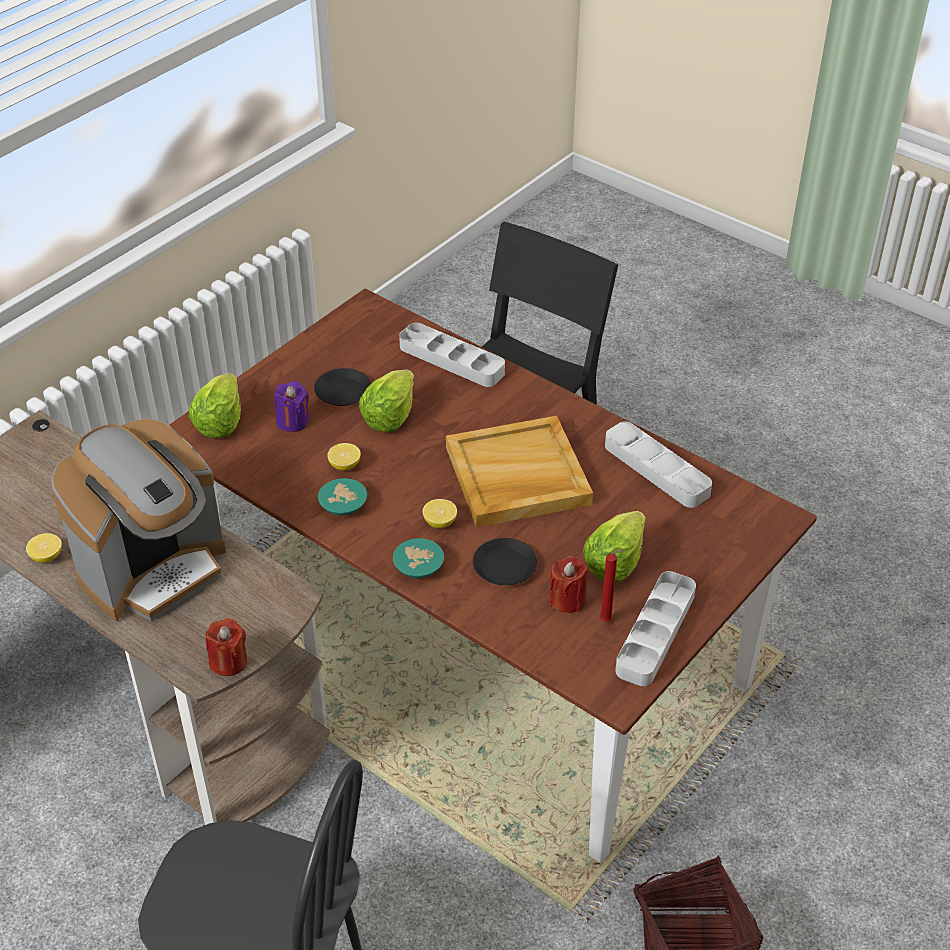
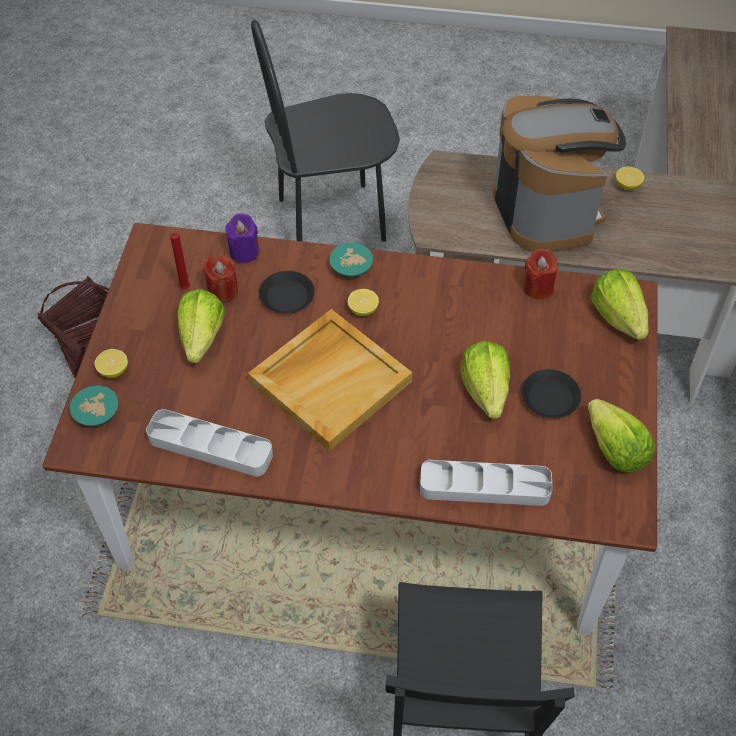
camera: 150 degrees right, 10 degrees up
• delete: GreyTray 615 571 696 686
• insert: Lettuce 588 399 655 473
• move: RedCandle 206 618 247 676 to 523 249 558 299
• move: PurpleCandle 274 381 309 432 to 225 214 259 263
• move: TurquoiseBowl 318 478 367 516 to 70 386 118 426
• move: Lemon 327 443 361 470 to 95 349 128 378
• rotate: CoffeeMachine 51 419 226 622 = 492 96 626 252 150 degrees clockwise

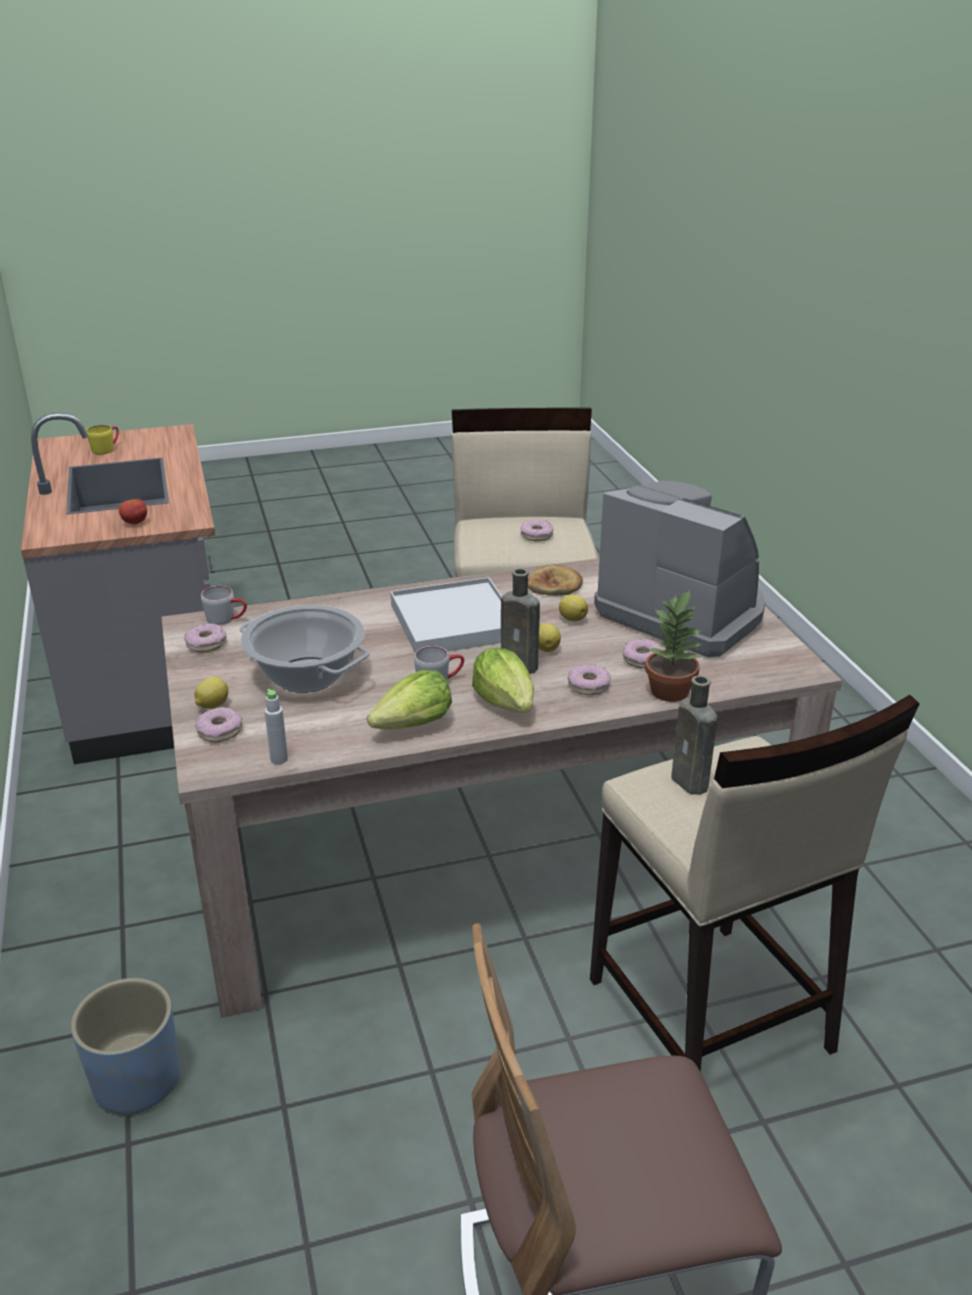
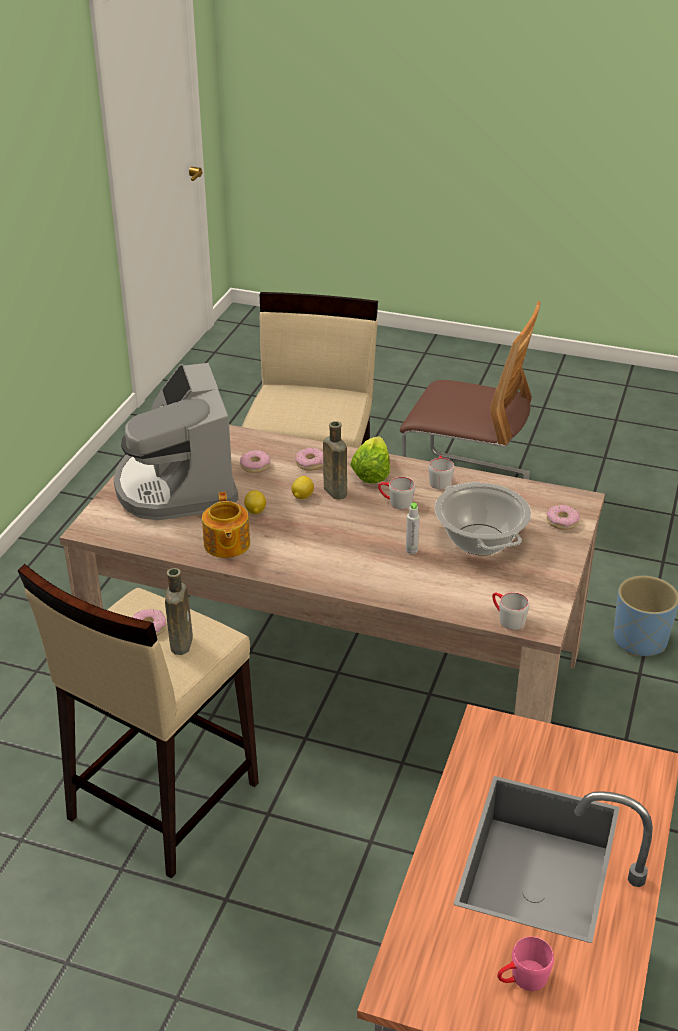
camera: 145 degrees left, 5 degrees up
• delete: Tomato 119 499 147 524
• delete: Donut 184 623 227 652
• delete: Lemon 194 677 228 709
• delete: WhiteTray 391 577 502 653
• delete: PottedPlant 645 590 702 702
• move: GreyBottle 265 689 288 764 to 406 503 420 554
• move: BrownBottle 671 676 718 795 to 165 568 193 655
• replace: Lettuce 367 670 452 729 to GreyMug 429 456 454 490
• replace: Bread 528 565 583 596 to Teapot 202 492 250 558
• recolor: YellowMug 86 425 119 454 to PinkMug 497 936 554 991

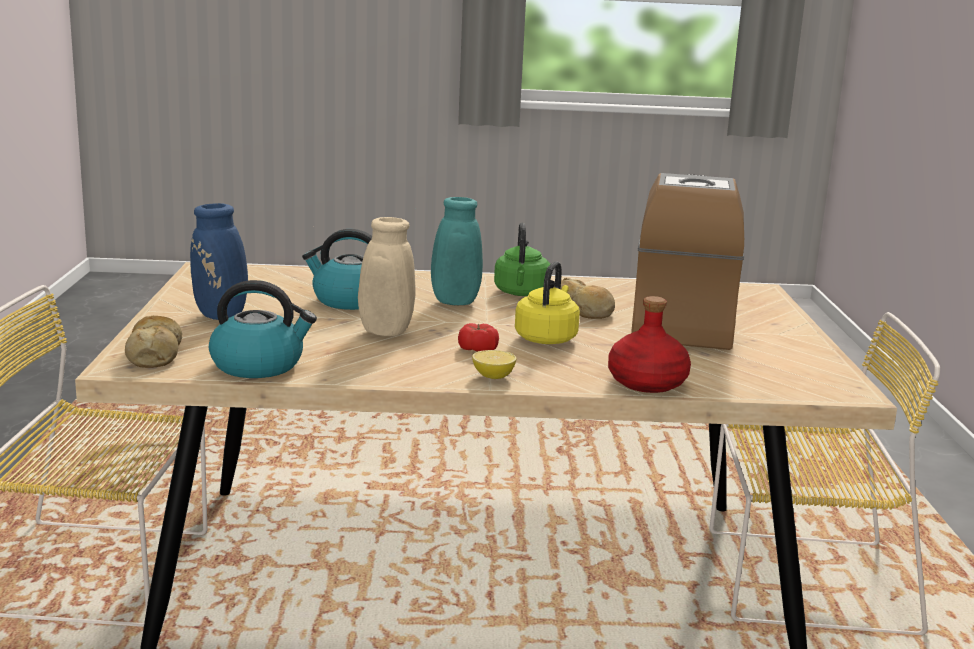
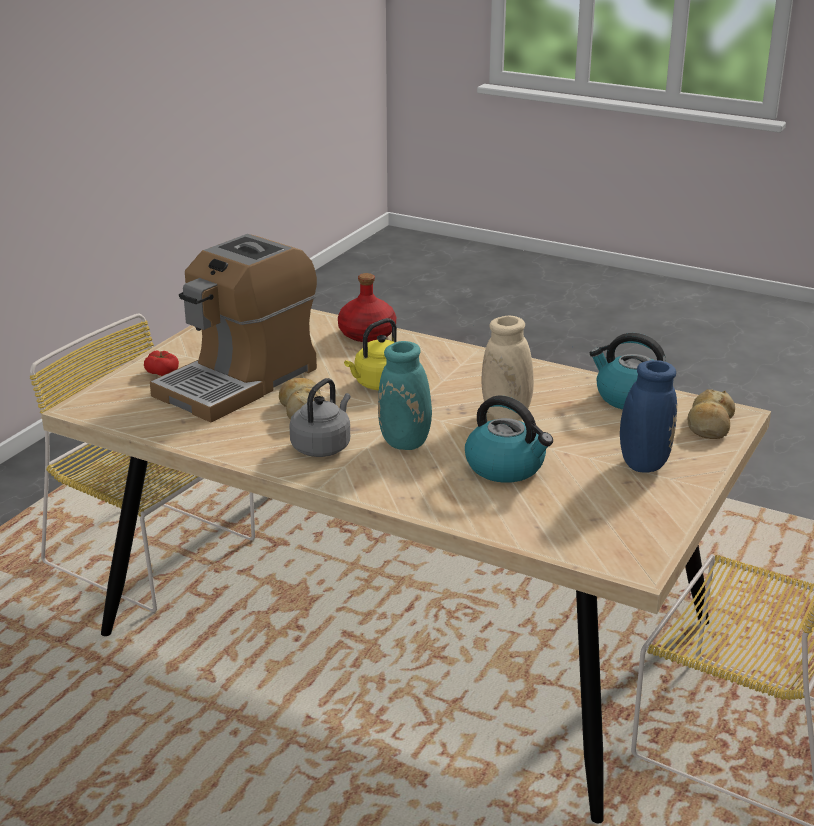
camera: 150 degrees left, 10 degrees up
• delete: Lemon 472 350 516 379
• move: Tomato 458 323 499 352 to 144 350 179 376
• recolor: GreenKettle 494 223 550 296 to GreyKettle 289 378 351 457

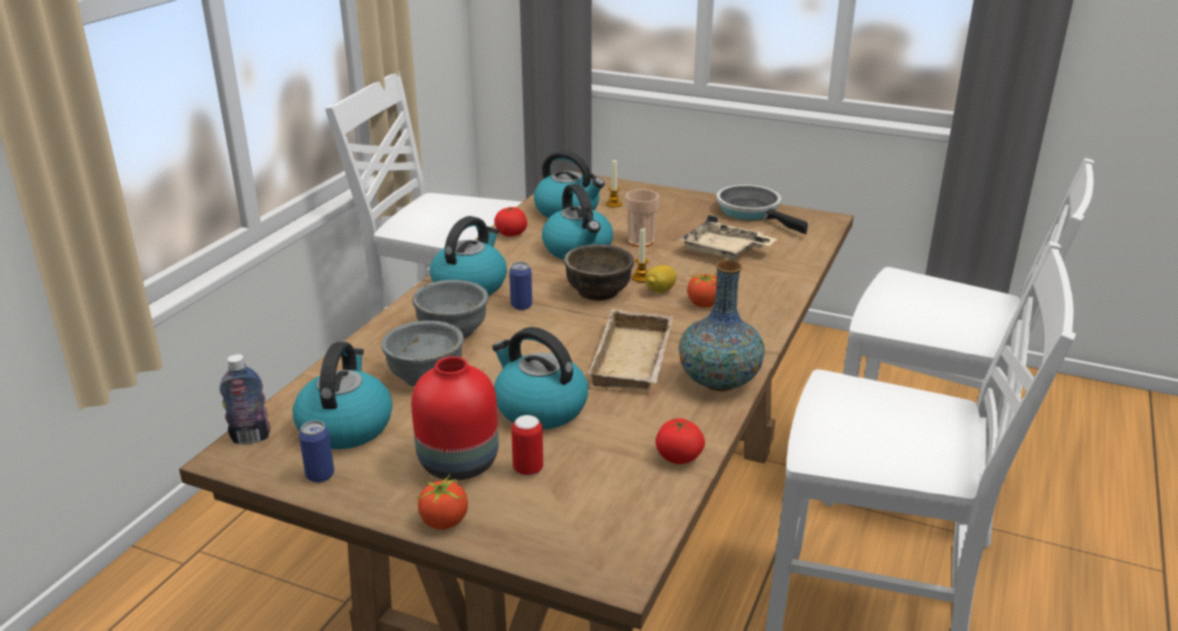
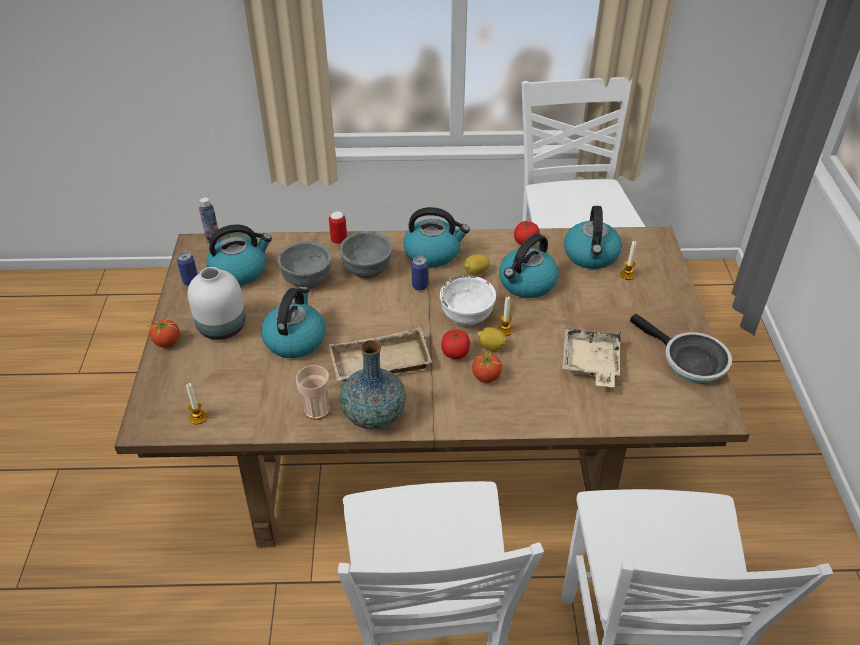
camera: 65 degrees right, 15 degrees up
• insert: Candle 186 383 207 424
• insert: Lemon 464 254 490 275
• move: Can 511 415 543 476 to 329 211 347 244
• move: Cup 626 189 659 247 to 296 365 330 420
• move: Tomato 656 418 705 464 to 441 330 470 359
• recolor: RedVase 411 356 499 480 to WhiteVase 188 267 246 340
• recolor: BrownBowl 564 244 634 301 to WhiteBowl 440 276 496 326
• rotate: FryingPan 716 185 808 234 = 630 314 732 384 105 degrees clockwise

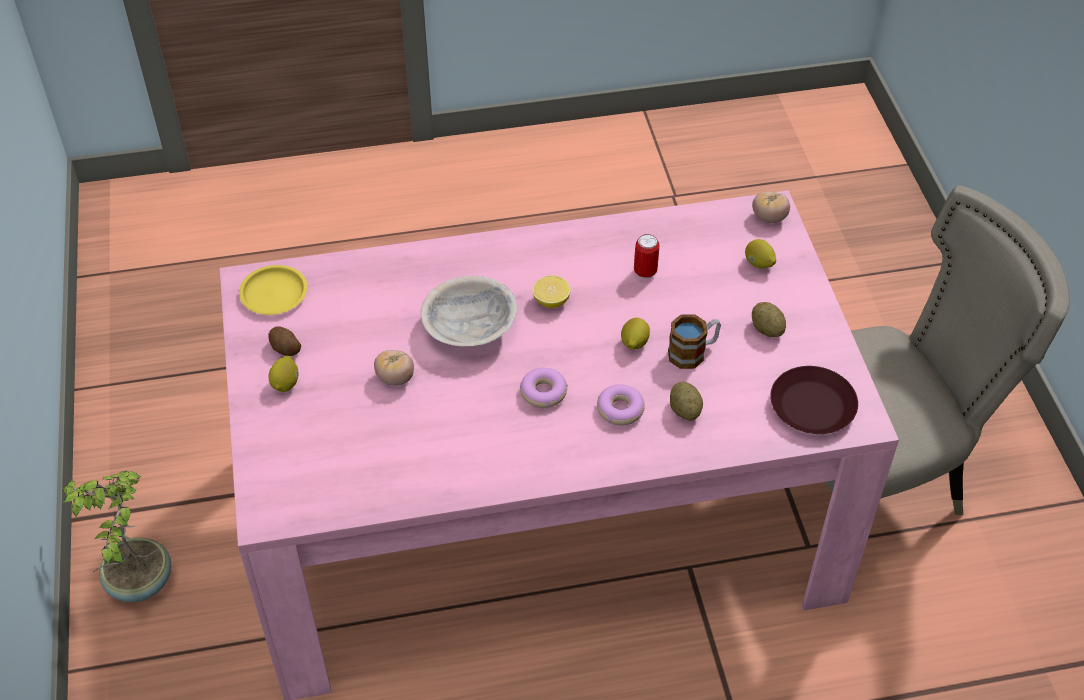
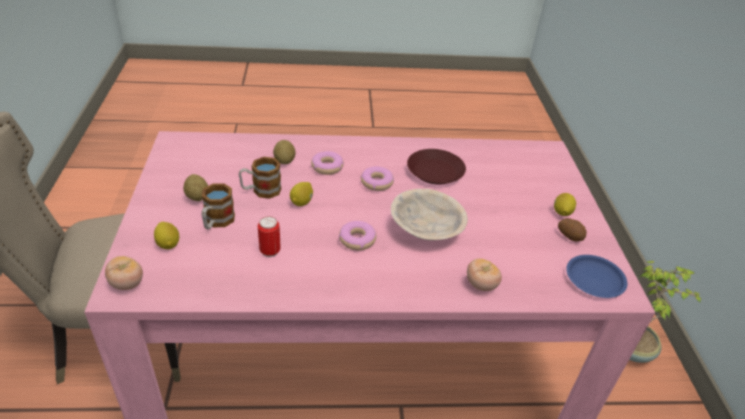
camera: 175 degrees left, 10 degrees down
• insert: Mug 202 183 235 229
• move: Tomato 374 350 414 386 to 467 259 502 291
• move: BrownPlate 770 366 858 434 to 407 149 466 185
• replace: Lemon 532 275 571 308 to Donut 339 221 376 250
• recolor: YellowPlate 239 265 307 315 to BluePlate 566 255 627 298

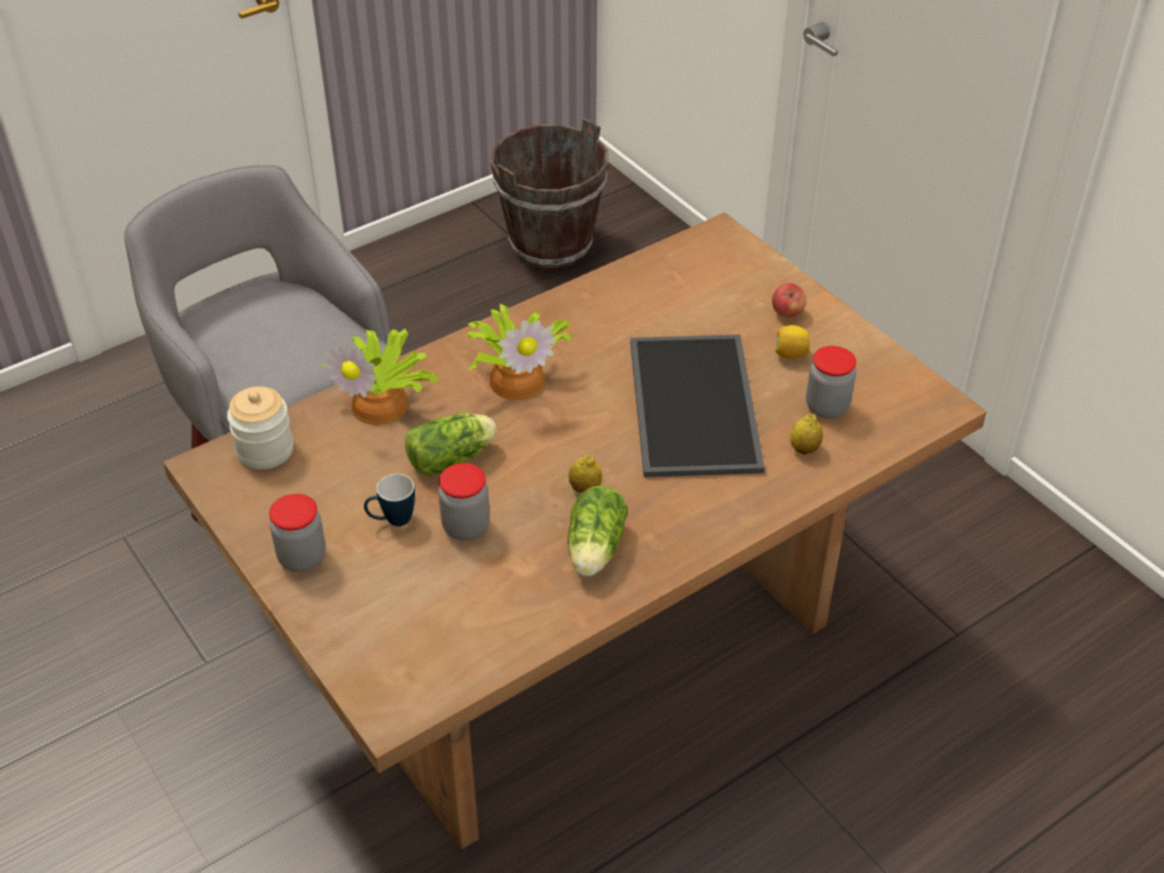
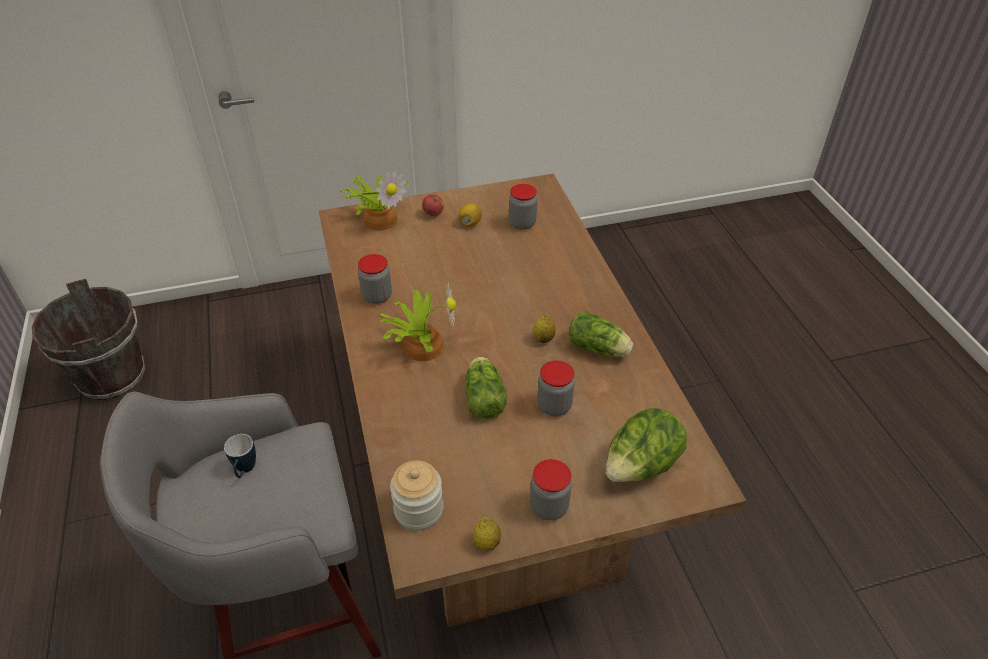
camera: 70 degrees left, 0 degrees up
• delete: Tray 630 335 765 477
• insert: Jar 358 254 392 304
• insert: Lettuce 606 408 687 482
• move: PottedPlant 320 329 439 425 to 340 171 408 230
• move: Mug 364 474 415 526 to 224 434 256 478
• move: Lemon 790 414 823 455 to 473 517 501 551

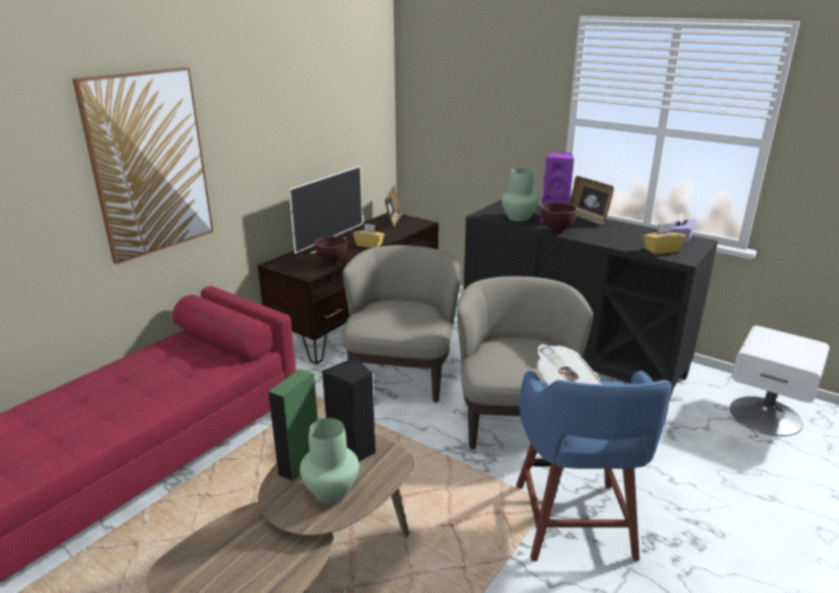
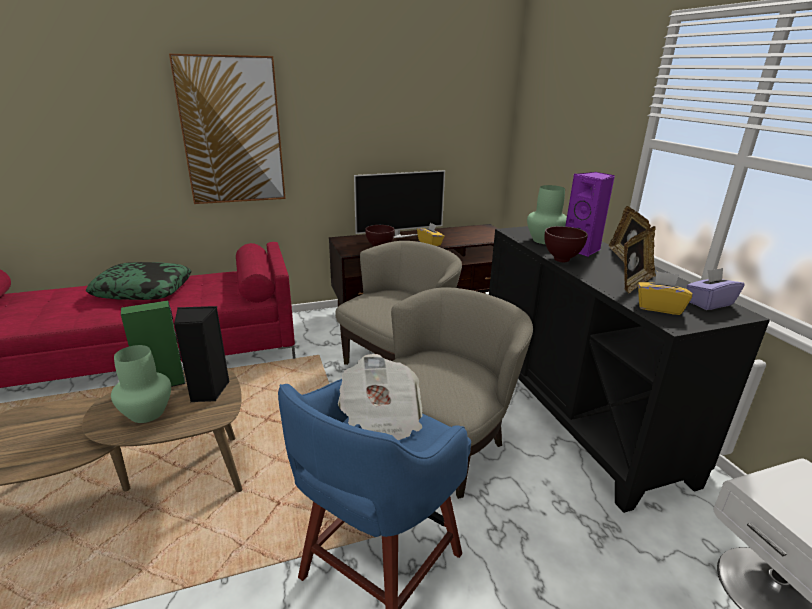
camera: 35 degrees right, 0 degrees up
• insert: Pillow 86 262 191 300
• move: PictureFrame 385 186 402 227 to 624 226 656 293

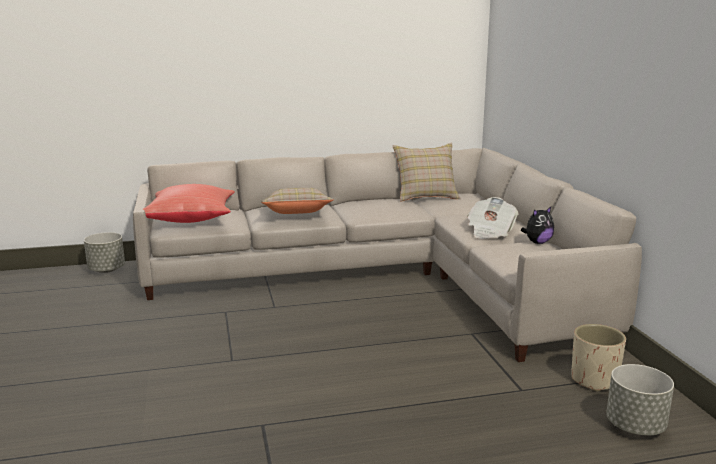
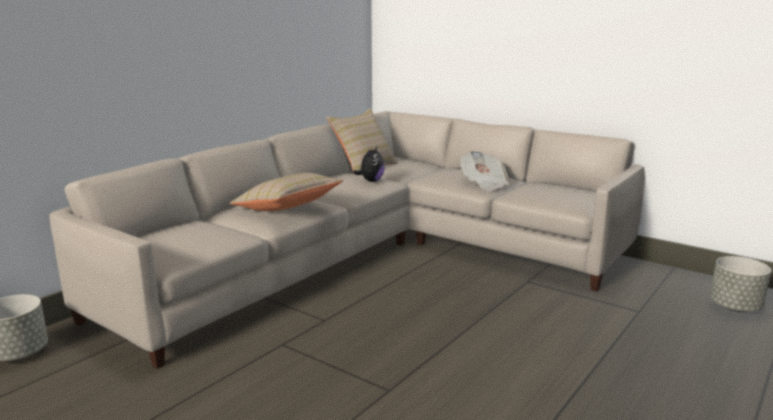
camera: 40 degrees left, 0 degrees up
• delete: RedPillow 142 184 235 223
• delete: BeigePlanter 571 324 626 392
• move: PlushToy 521 207 554 244 to 353 147 385 182

